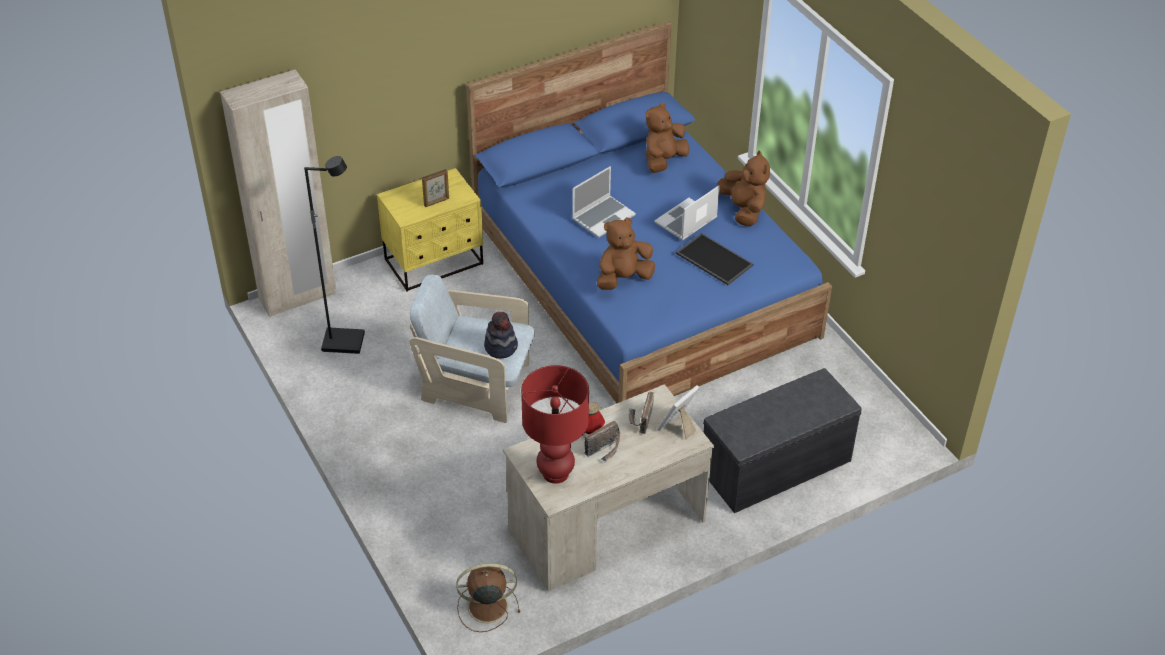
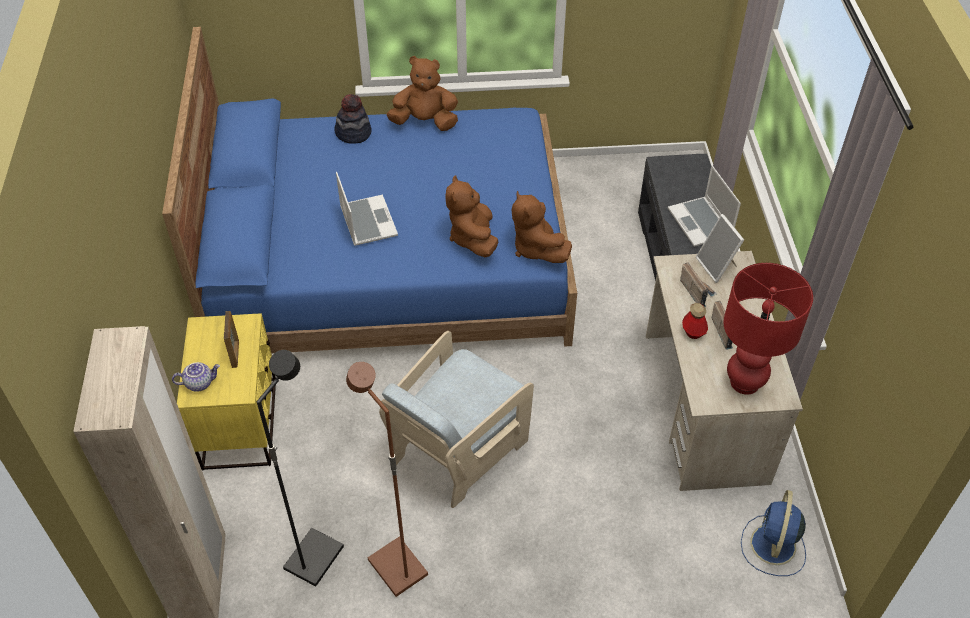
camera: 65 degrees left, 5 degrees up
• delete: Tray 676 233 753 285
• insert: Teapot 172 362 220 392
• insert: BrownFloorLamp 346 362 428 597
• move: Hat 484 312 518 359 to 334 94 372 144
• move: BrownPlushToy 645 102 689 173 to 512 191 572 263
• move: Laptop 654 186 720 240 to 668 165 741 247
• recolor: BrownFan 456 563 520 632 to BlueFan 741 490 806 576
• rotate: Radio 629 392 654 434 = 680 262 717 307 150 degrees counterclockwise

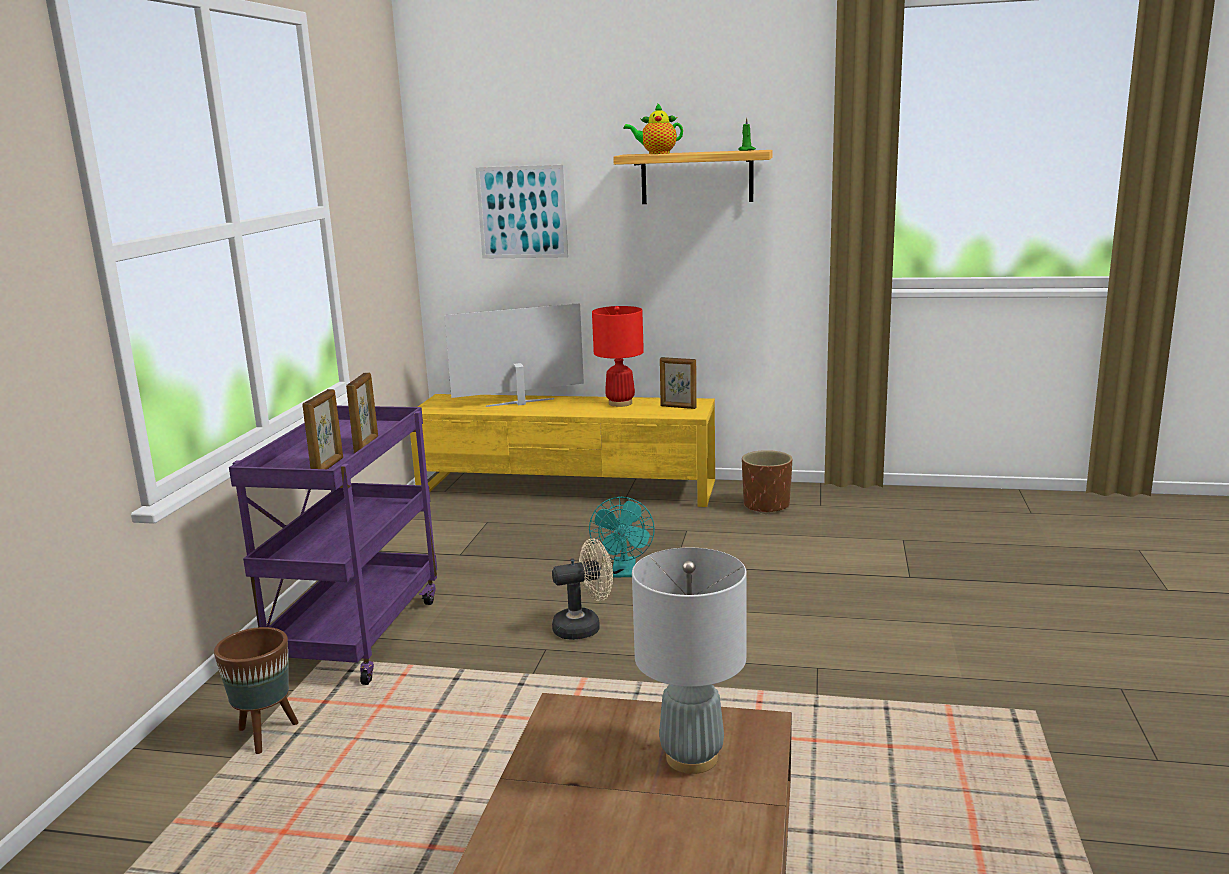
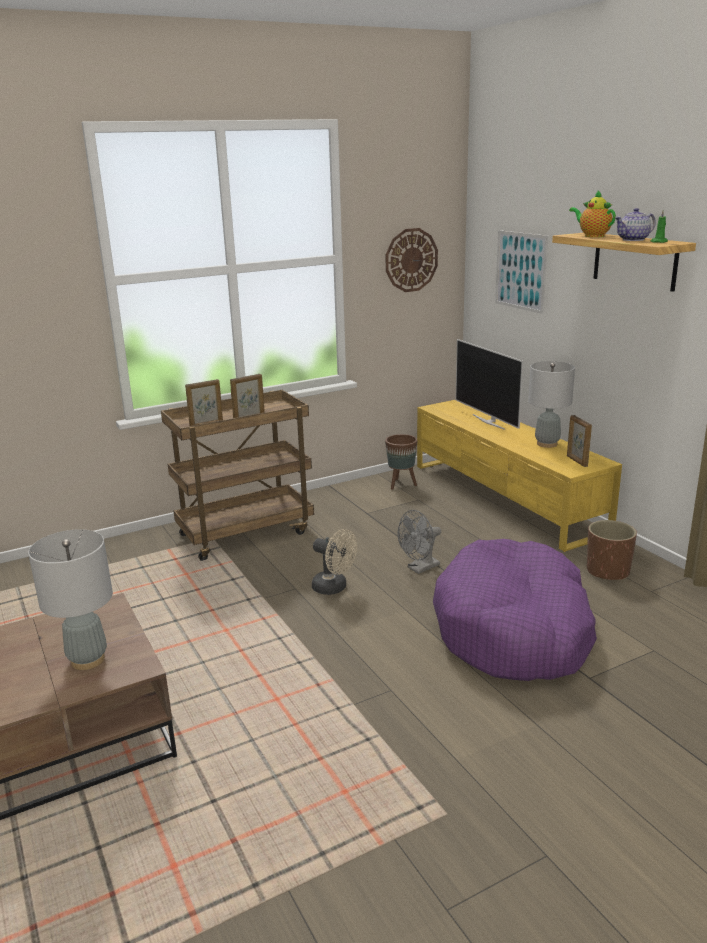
camera: 50 degrees right, 5 degrees up
• insert: WallClock 386 228 438 292
• insert: PurpleDogBed 433 539 597 681
• insert: Teapot 615 208 656 241
• move: BrownPlanter 214 627 299 754 to 385 434 418 490
• recolor: PurpleCart 229 406 437 685 to BrownCart 161 390 314 561
• recolor: TurquoiseFan 589 497 655 577 to GreyFan 398 510 441 574
• recolor: RedTableLamp 592 306 644 407 to GreyTableLamp 528 361 575 448
• rotate: Television 444 303 584 407 = 456 339 523 430 150 degrees counterclockwise

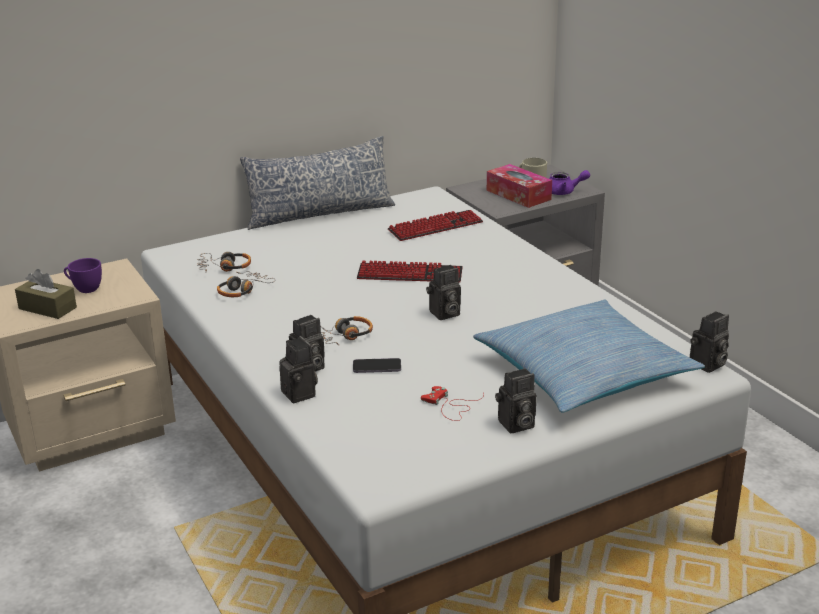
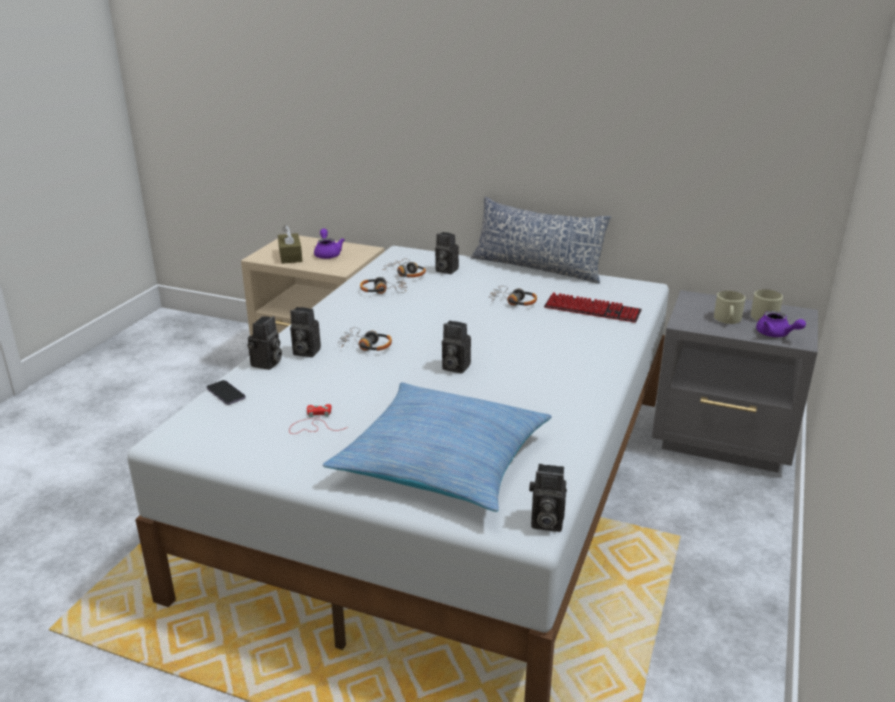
camera: 50 degrees right, 0 degrees up
• delete: Keyboard 357 260 463 282
• insert: Headphones 489 286 537 306
• move: Phone 353 358 401 373 to 207 380 246 405
• move: PhotoCamera 495 368 537 433 to 435 232 459 274
• replace: PurpleCup 64 258 102 293 to PurpleTeapot 314 229 345 259
• replace: TissueBox 487 164 552 208 to BeigeMug 714 291 746 324

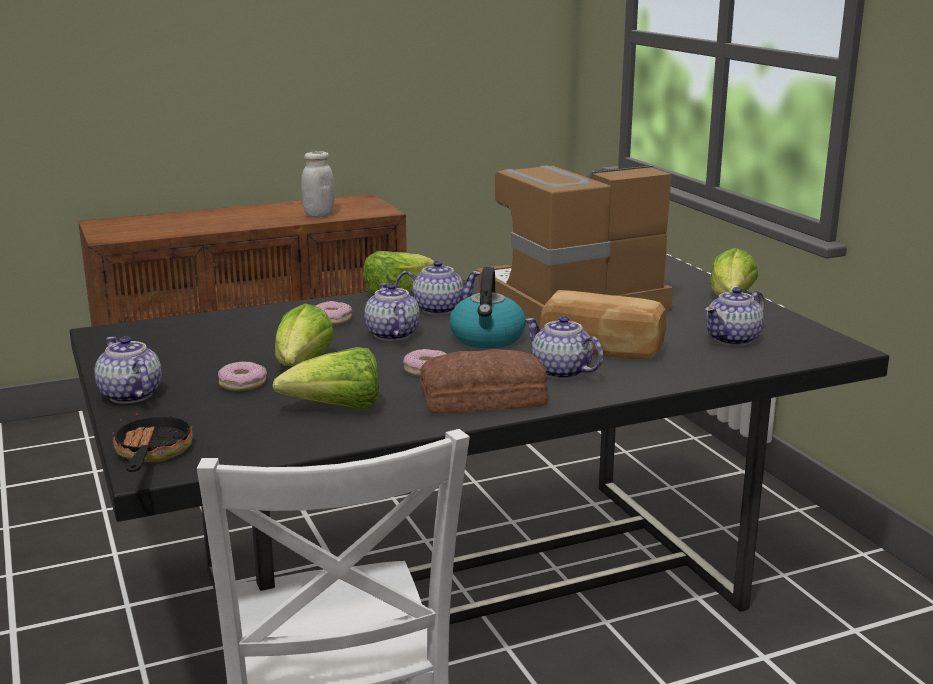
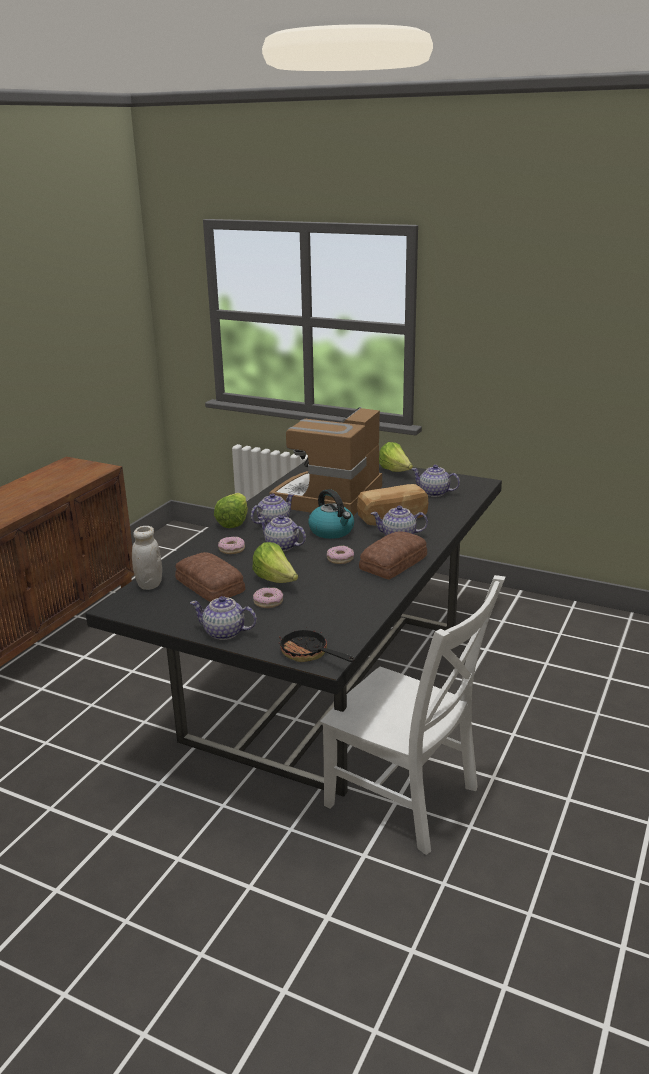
camera: 40 degrees left, 5 degrees up
• delete: Lettuce 272 347 379 409
• insert: Bread 175 552 245 602
• move: WhiteJar 301 151 335 217 to 132 526 162 590
• rotate: Teapot 705 287 765 346 = 411 465 460 497 105 degrees clockwise

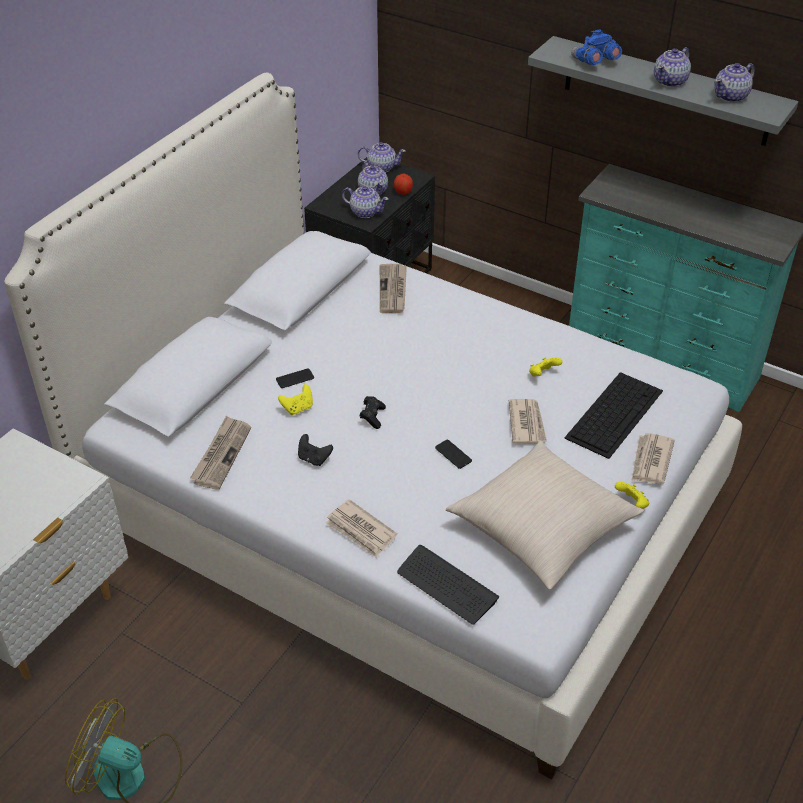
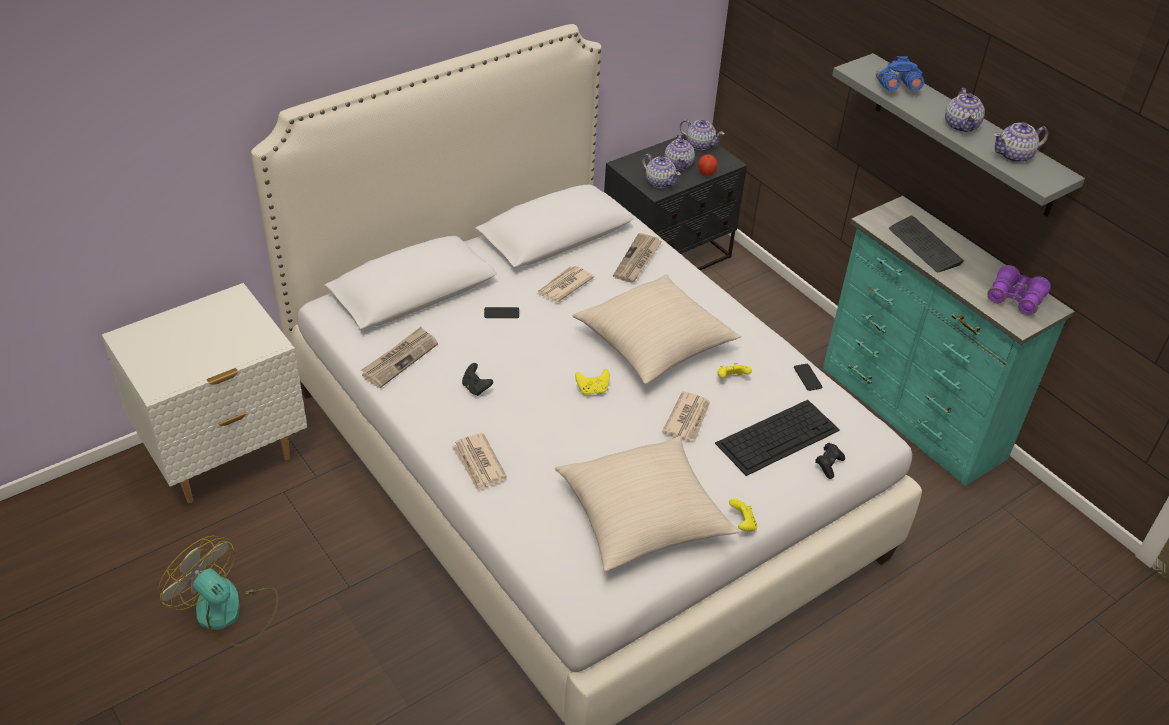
camera: 20 degrees right, 0 degrees up
• insert: BeigePillow 573 274 741 384
• insert: PurpleBinoculars 987 265 1051 315
• move: YellowGameController 278 384 313 415 to 575 369 610 395
• move: BlackGameController 360 396 386 429 to 815 443 845 479
• move: Keyboard 397 545 499 625 to 889 216 964 272
• move: Phone 435 440 472 469 to 794 364 822 391
• move: Newspaper 631 433 675 484 to 537 266 594 302
• rotate: Teapot 654 47 691 87 = 945 88 985 132 60 degrees counterclockwise

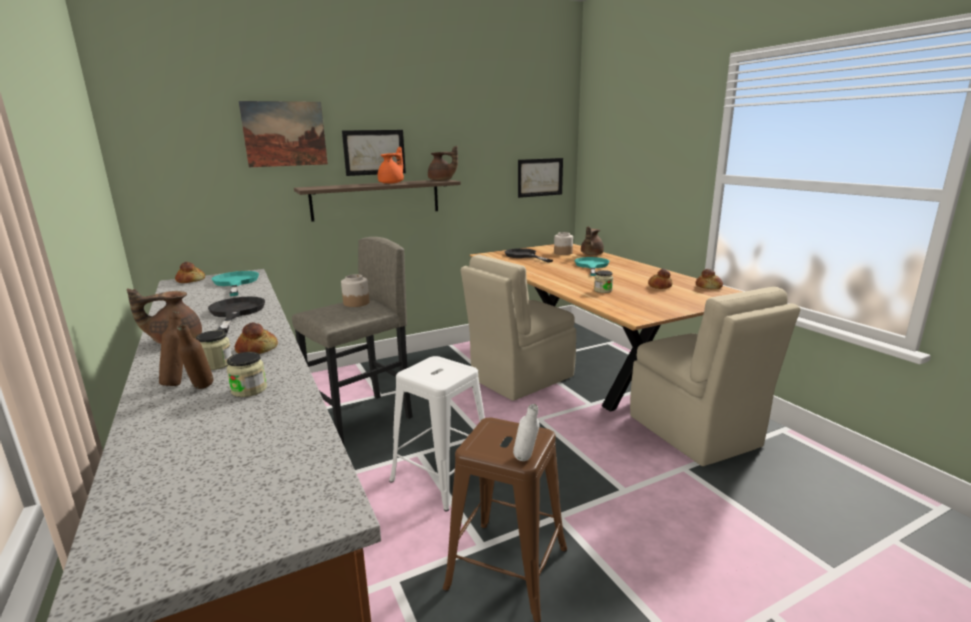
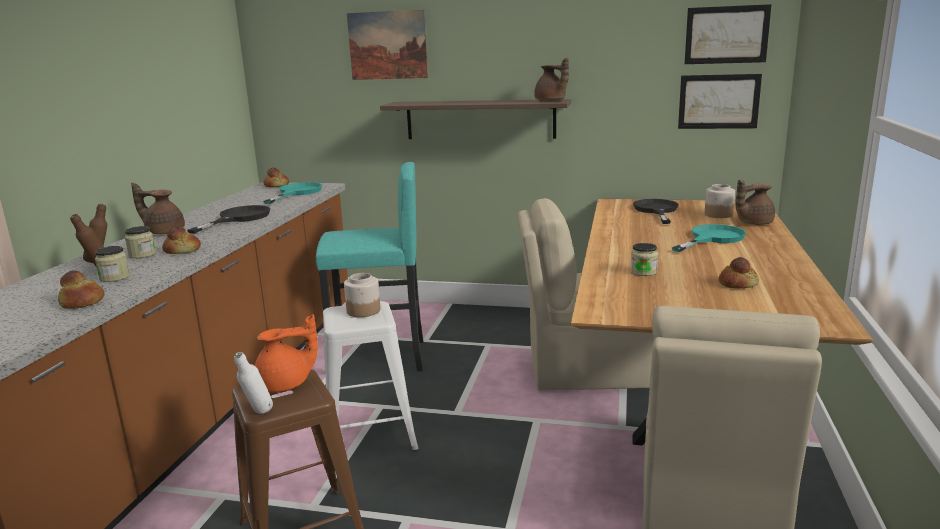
camera: 40 degrees right, 0 degrees up
• move: Jar 341 274 369 307 to 344 273 381 317
• move: Picture 342 130 406 176 to 685 4 772 64
• move: OrangeTeapot 378 147 404 184 to 255 314 318 392
• move: Bread 696 269 723 289 to 58 270 104 309
• recolor: GreyStool 292 237 413 445 to TurquoiseStool 316 162 423 371

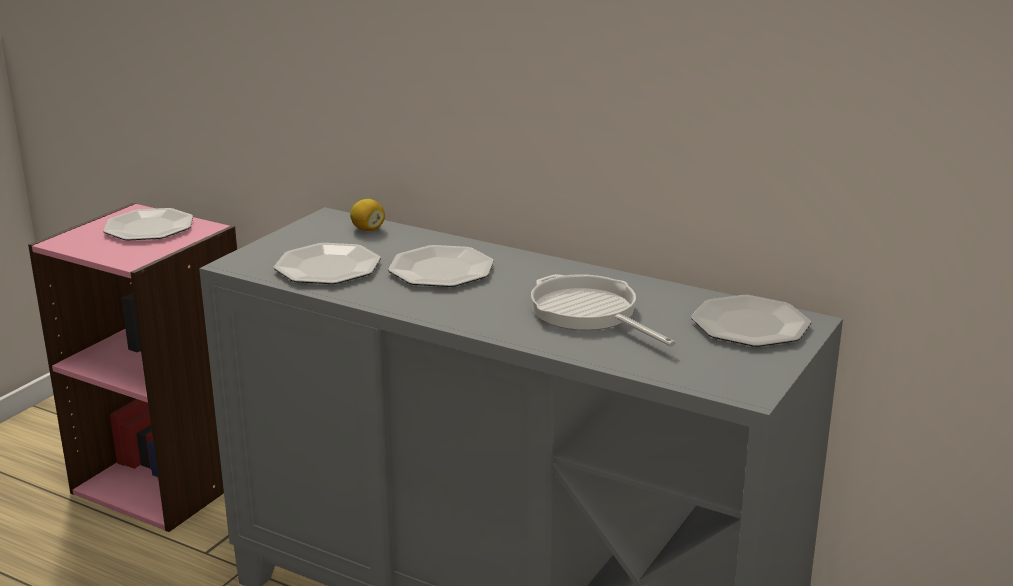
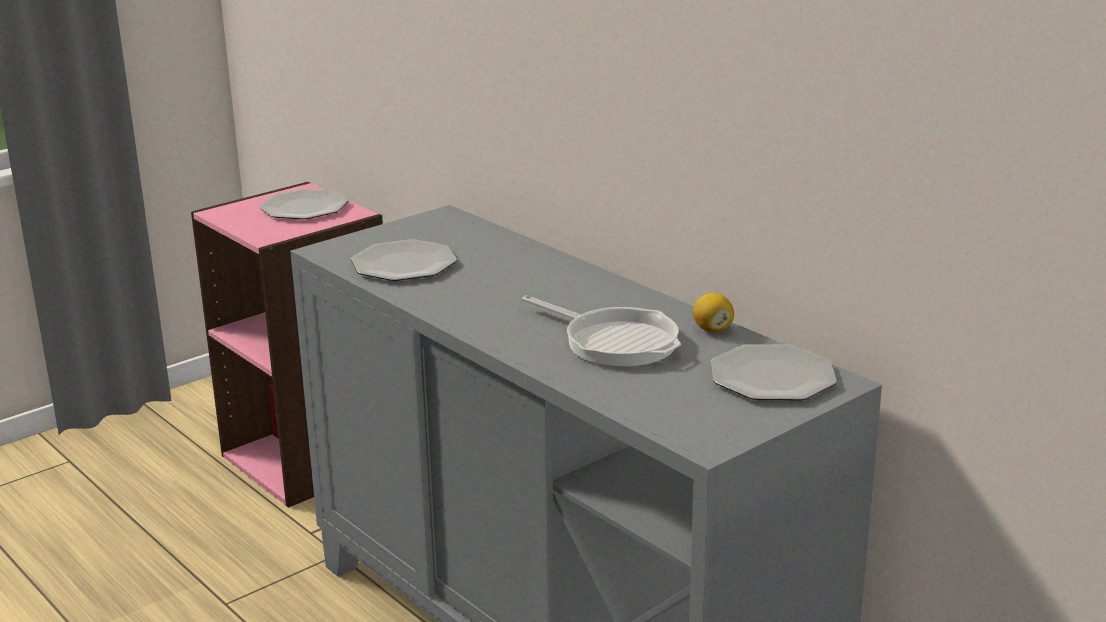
camera: 20 degrees right, 0 degrees up
• delete: Plate 388 245 494 287
• move: Lemon 350 199 385 231 to 693 293 734 333
• rotate: FryingPan 531 274 676 347 = 522 295 681 367 150 degrees clockwise

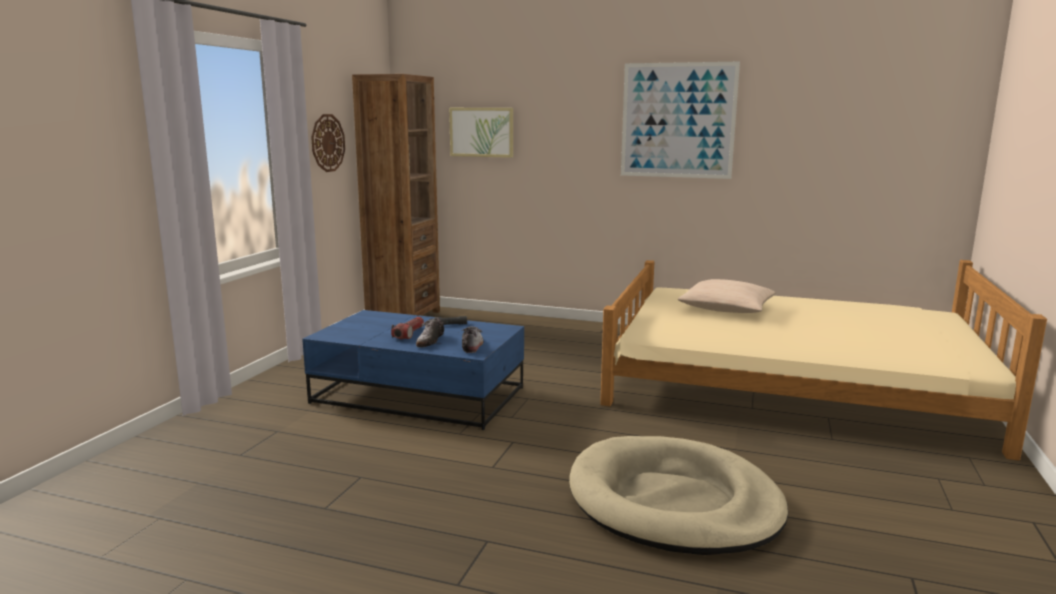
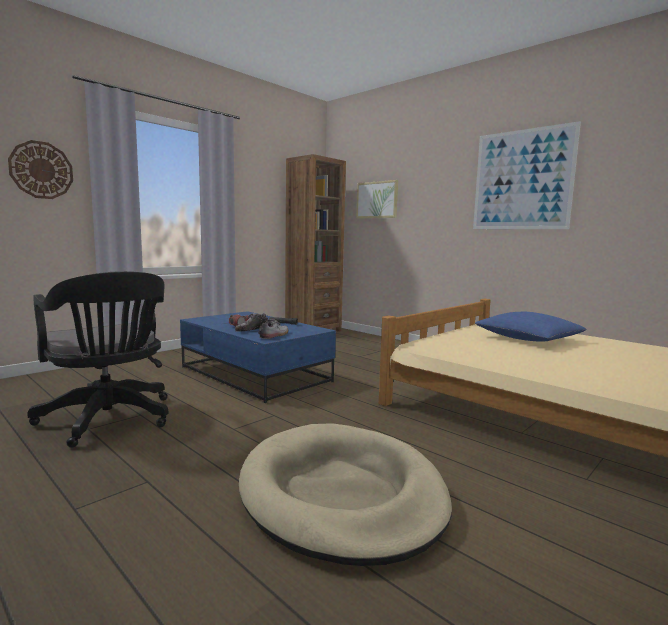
camera: 25 degrees right, 5 degrees down
• insert: BlackOfficeChair 27 271 169 448
• move: WallClock 311 114 345 172 to 8 140 73 199
• recolor: BeigePillow 678 279 776 313 to BluePillow 475 312 587 342

